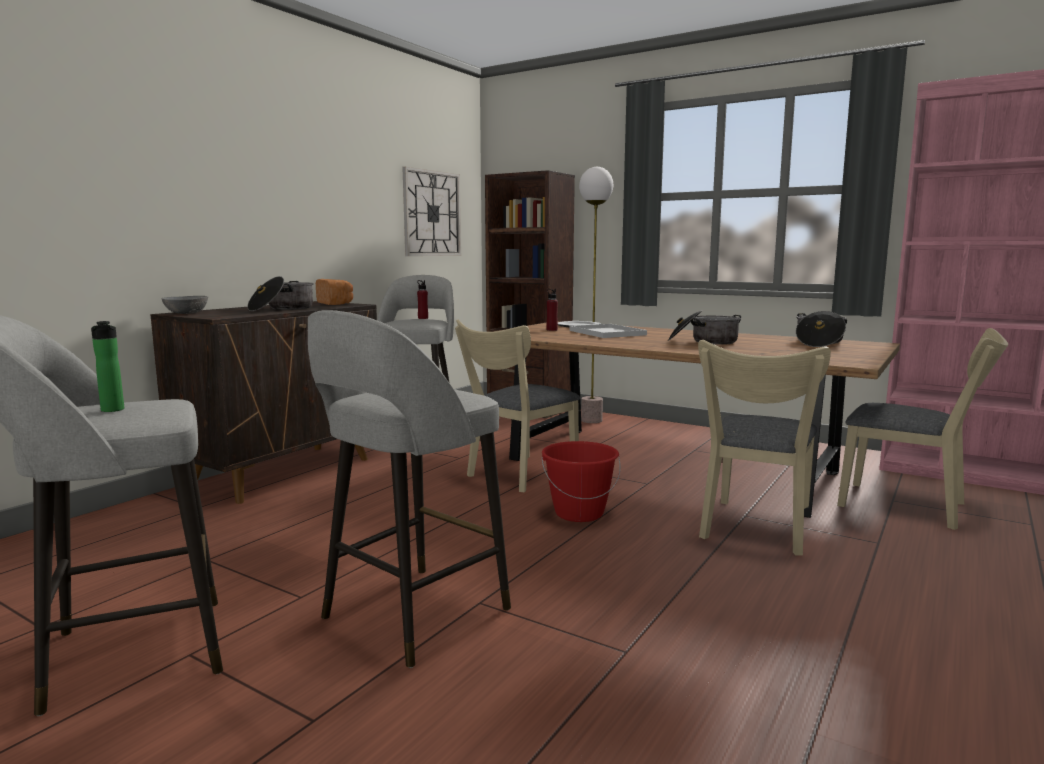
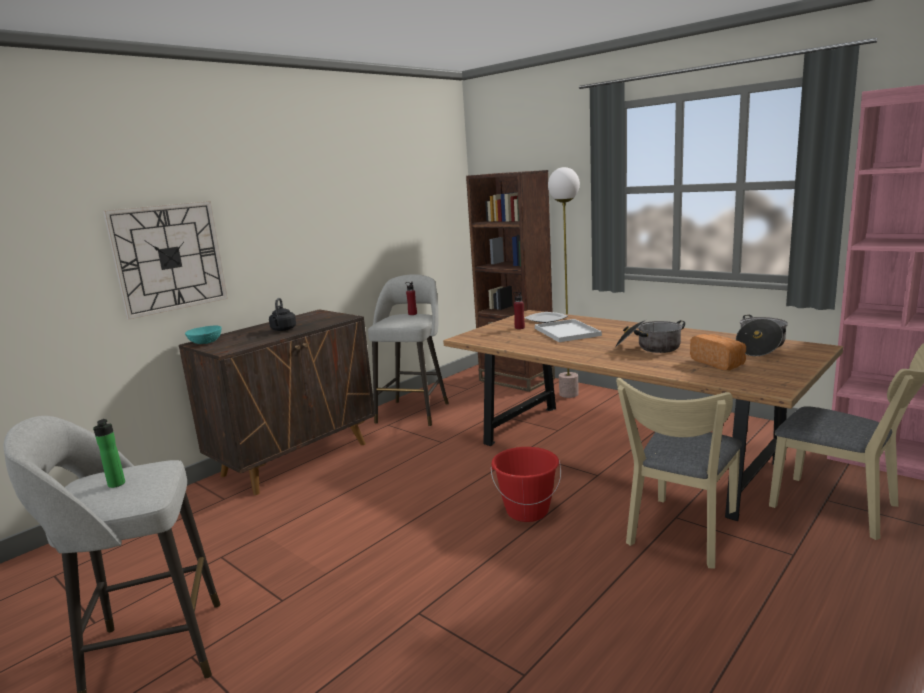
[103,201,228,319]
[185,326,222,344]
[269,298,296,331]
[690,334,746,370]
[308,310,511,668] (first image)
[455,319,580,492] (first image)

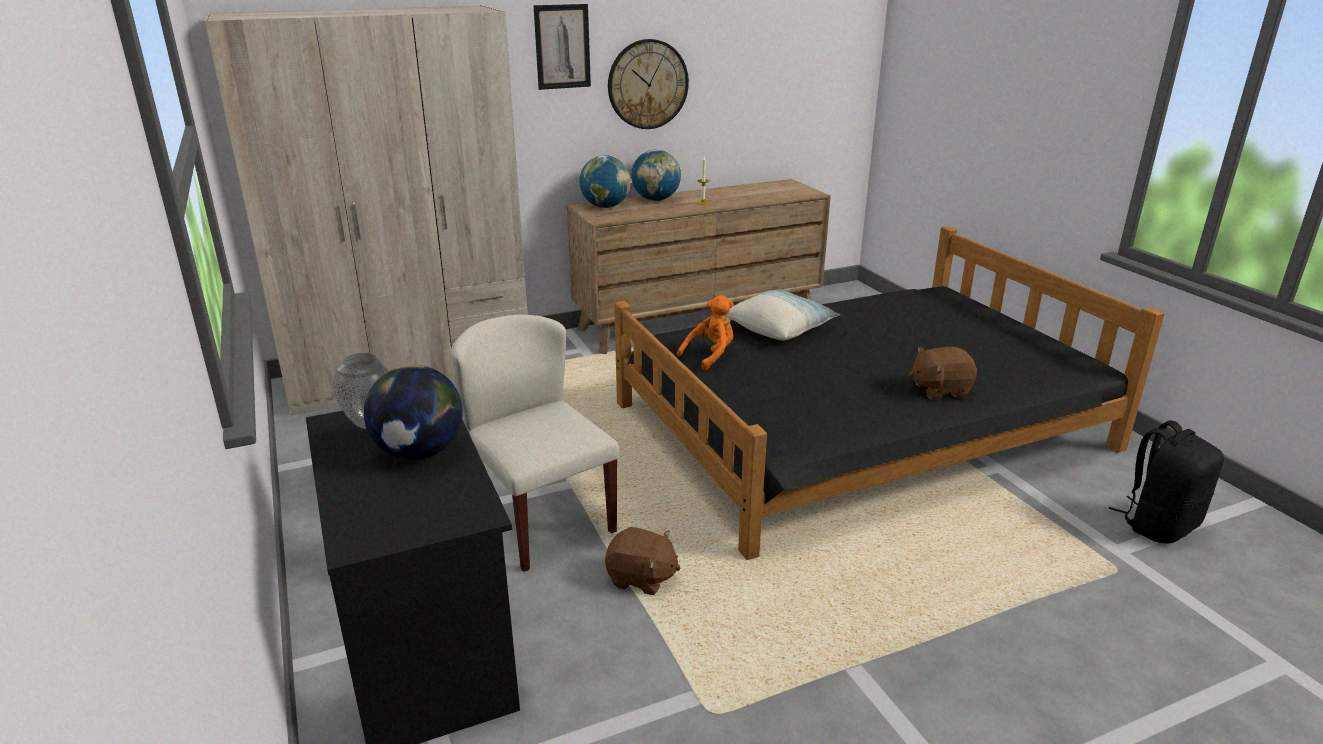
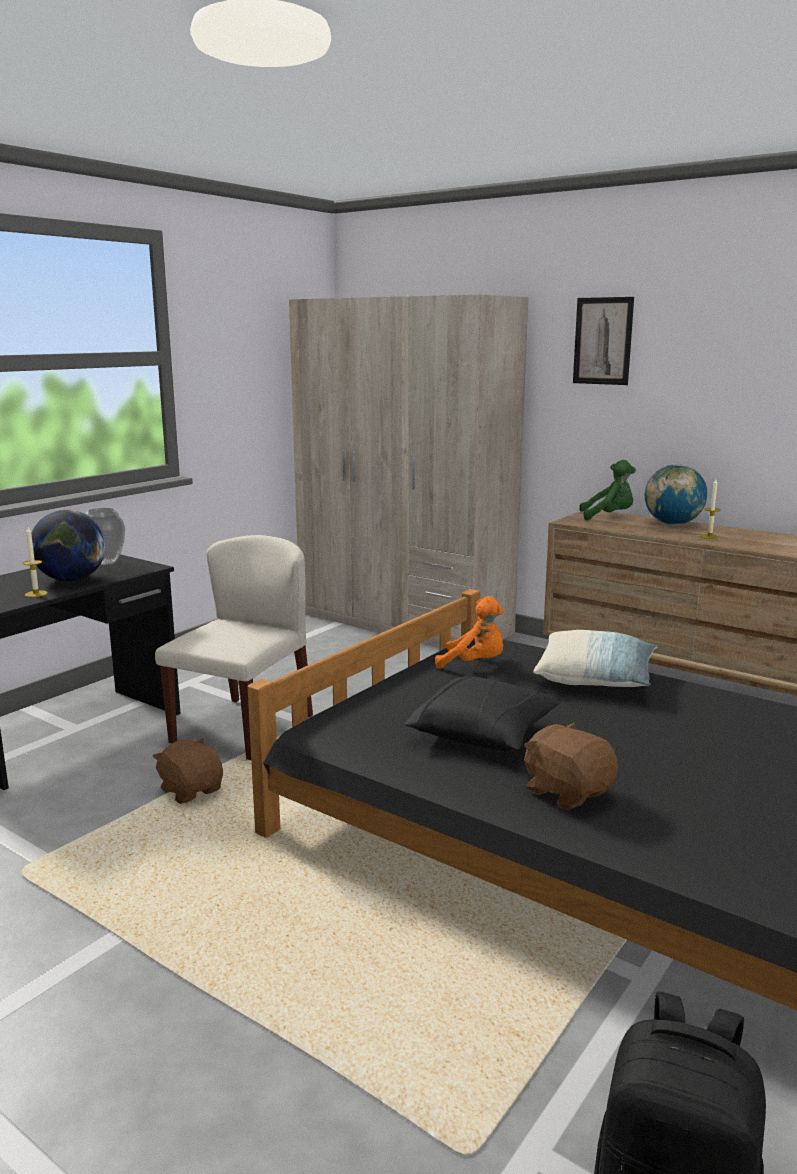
[23,527,48,597]
[152,738,223,804]
[405,676,560,751]
[579,460,636,521]
[608,39,689,129] (first image)

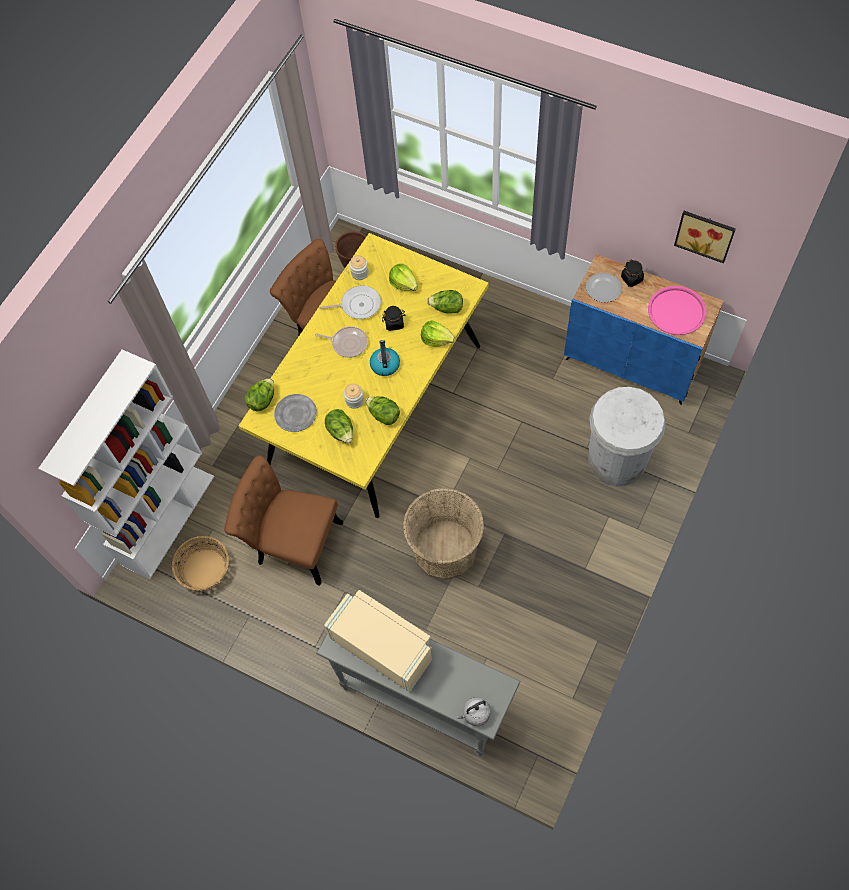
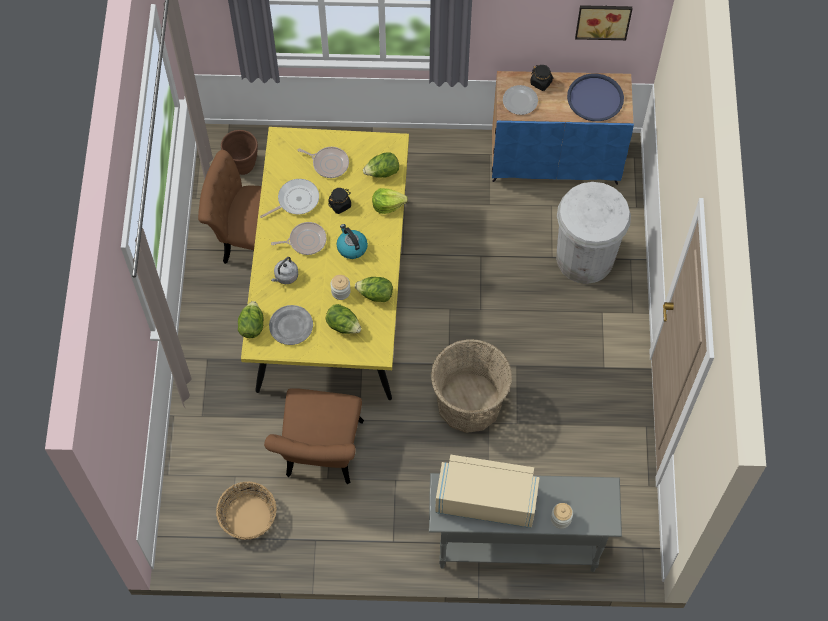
[264,388,364,484]
[271,257,298,284]
[298,147,349,178]
[551,503,573,529]
[567,74,624,121]
[38,350,214,580] (first image)

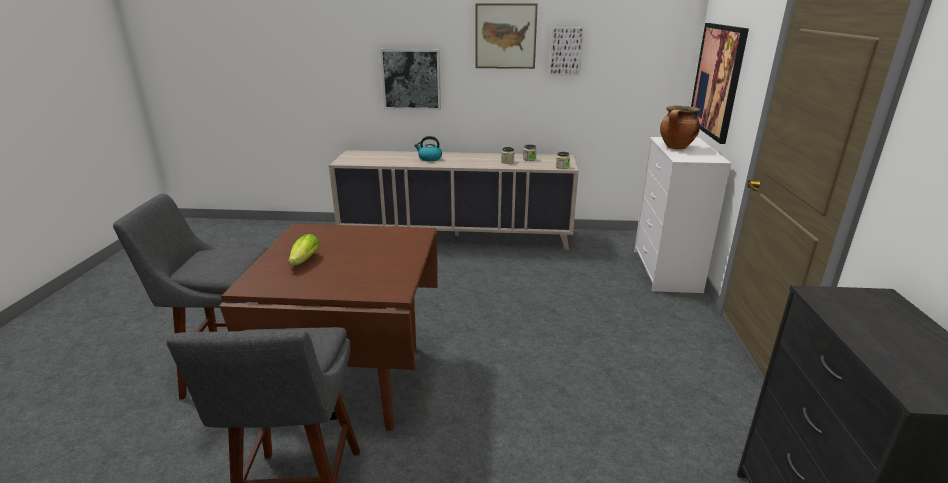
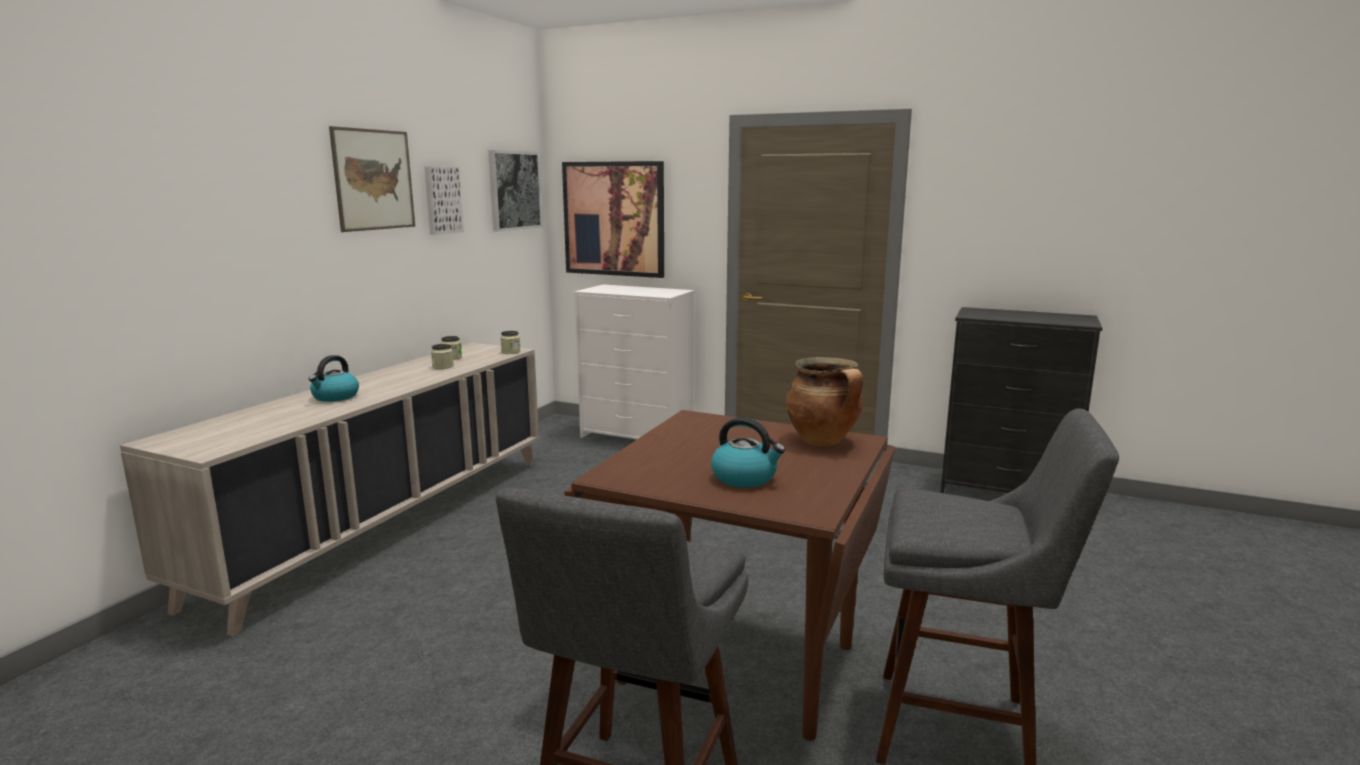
[488,150,543,232]
[711,417,785,488]
[786,357,863,446]

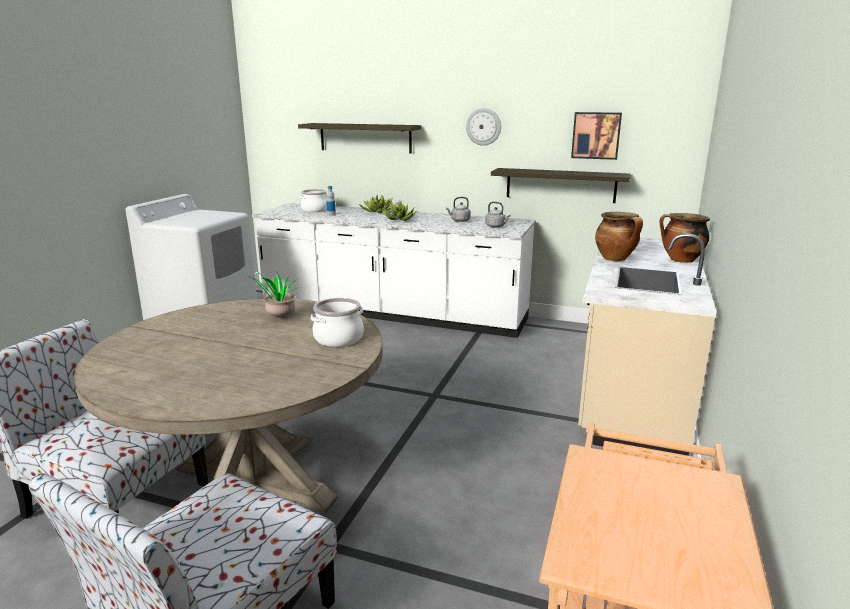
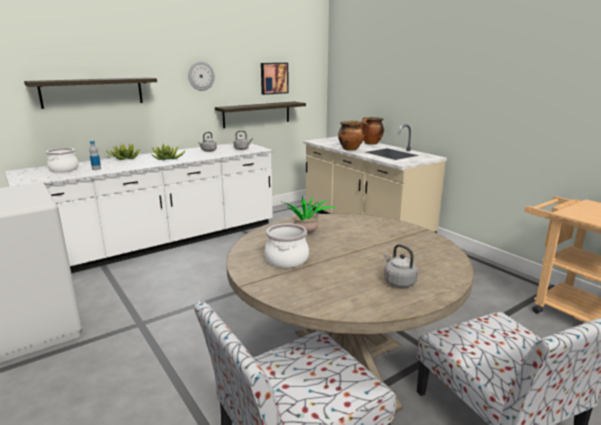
[265,223,309,268]
[384,244,418,288]

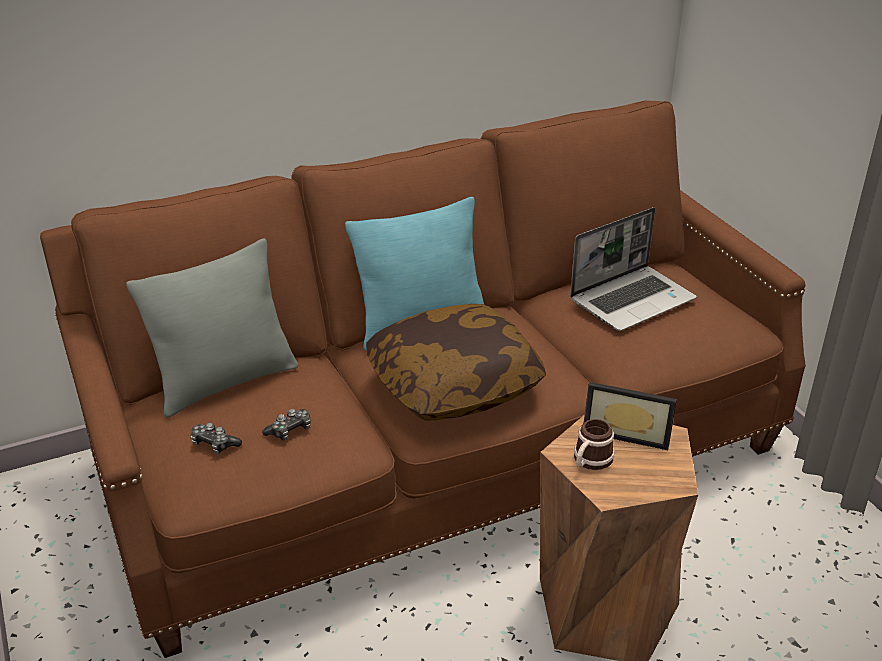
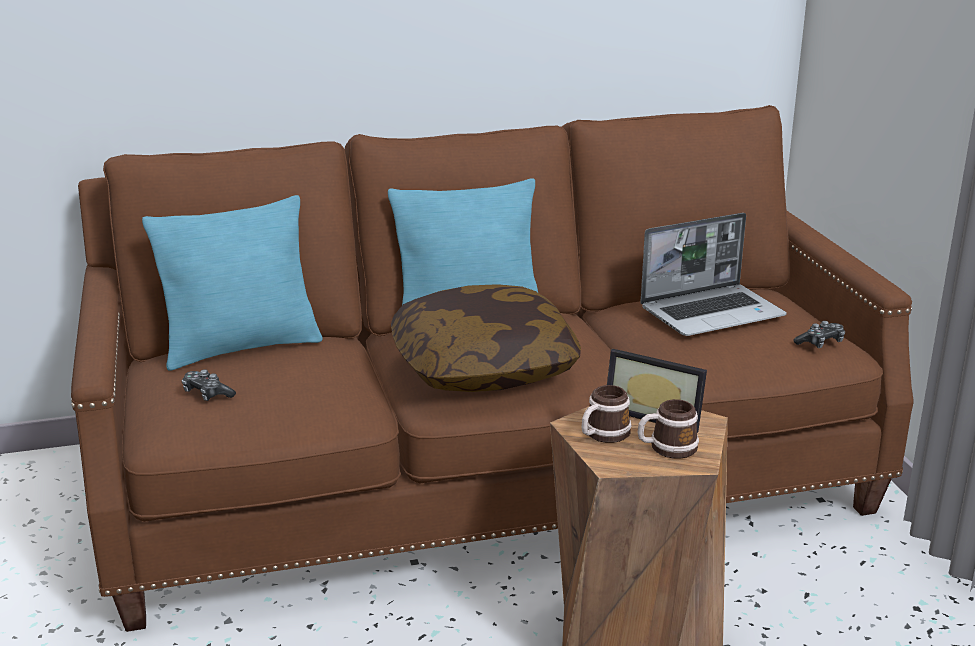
[142,195,322,371]
[637,399,699,459]
[793,321,845,348]

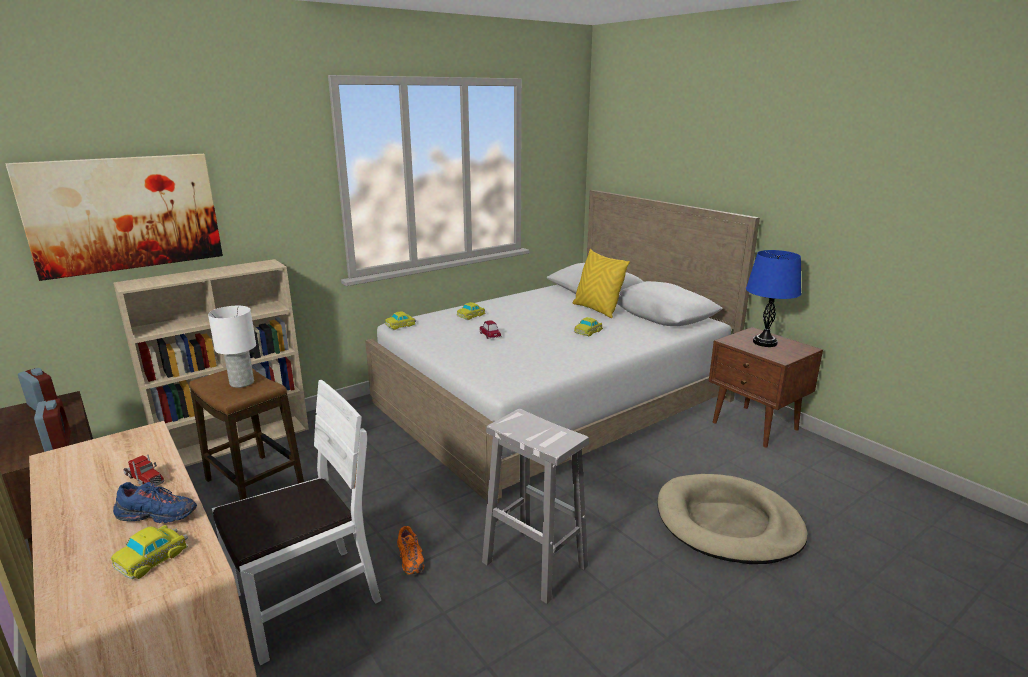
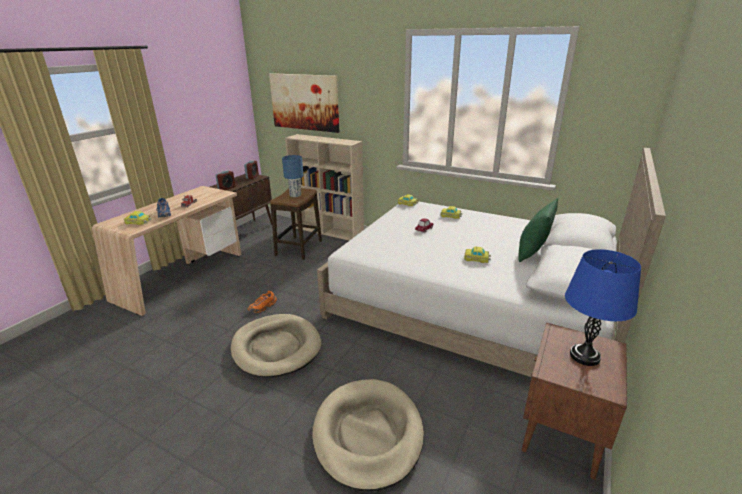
[231,314,321,377]
[282,155,304,197]
[518,198,558,262]
[212,380,381,665] (first image)

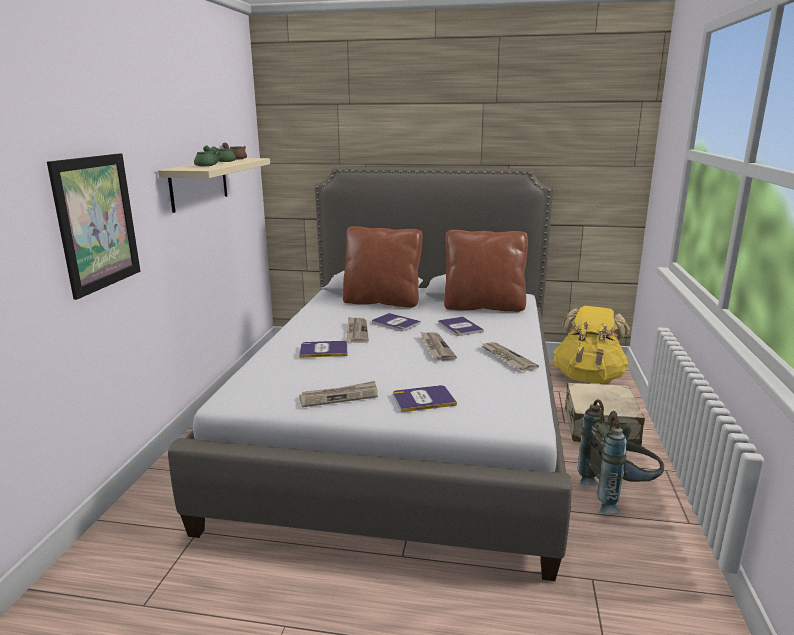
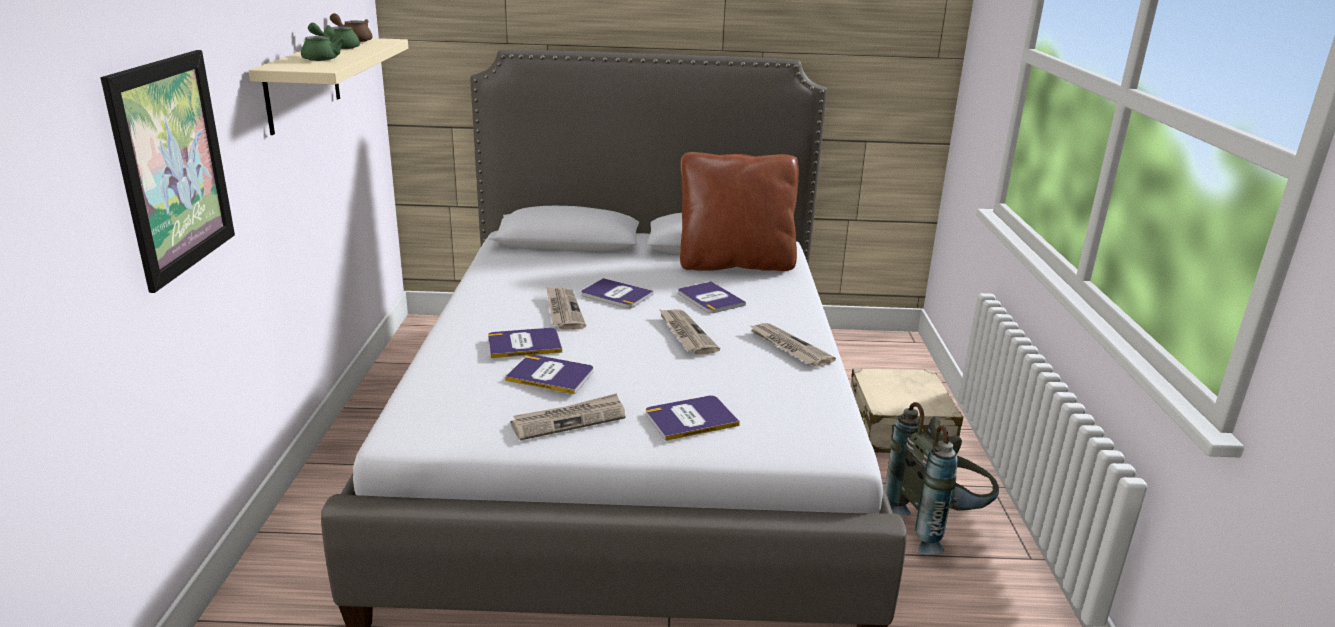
[505,355,593,394]
[342,226,423,308] (first image)
[553,306,630,383] (first image)

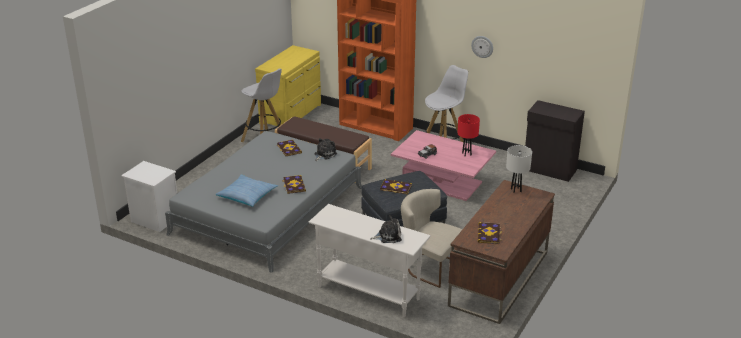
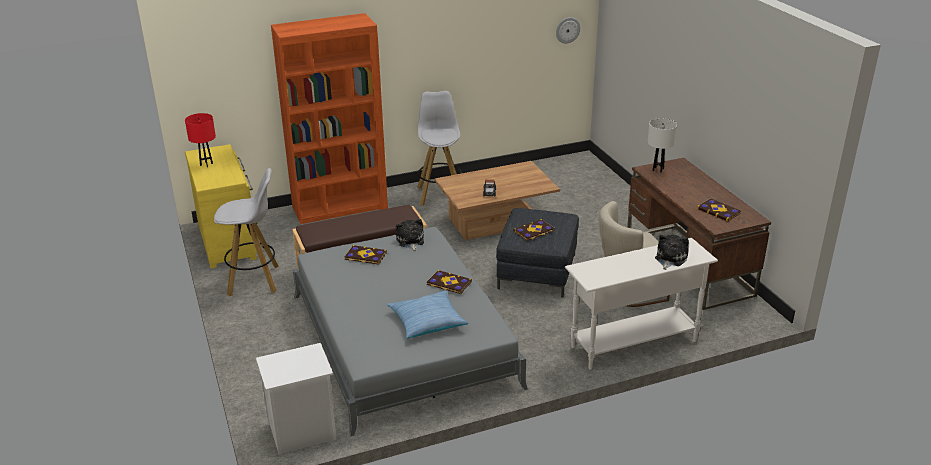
[185,113,216,167]
[435,161,560,240]
[556,17,580,44]
[525,100,585,182] (first image)

